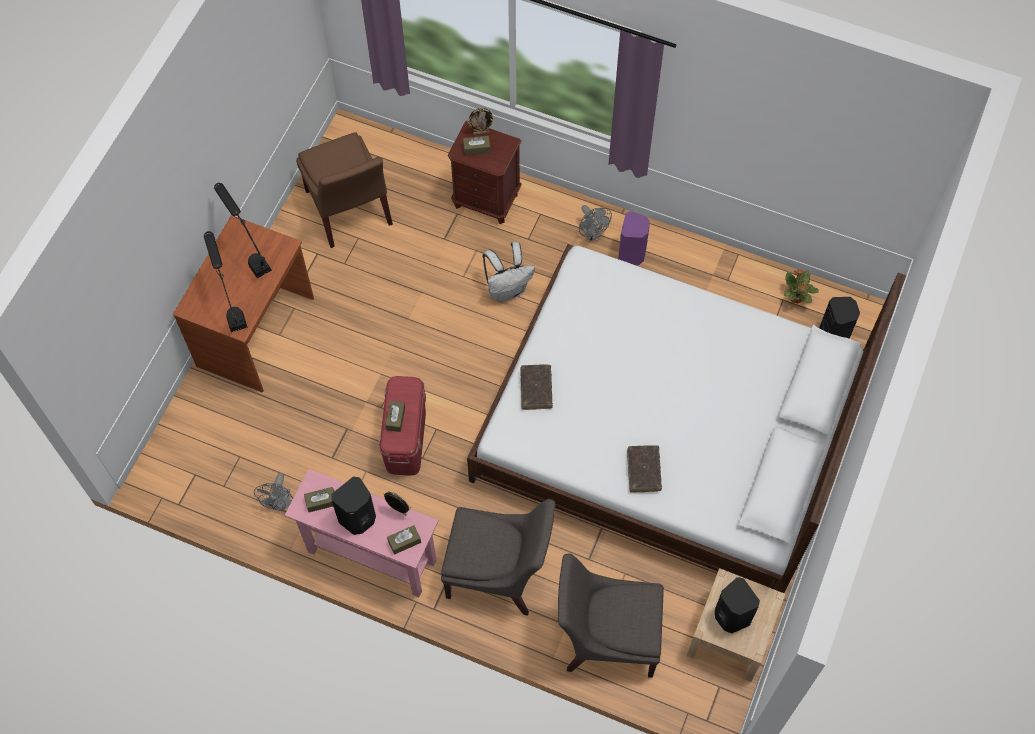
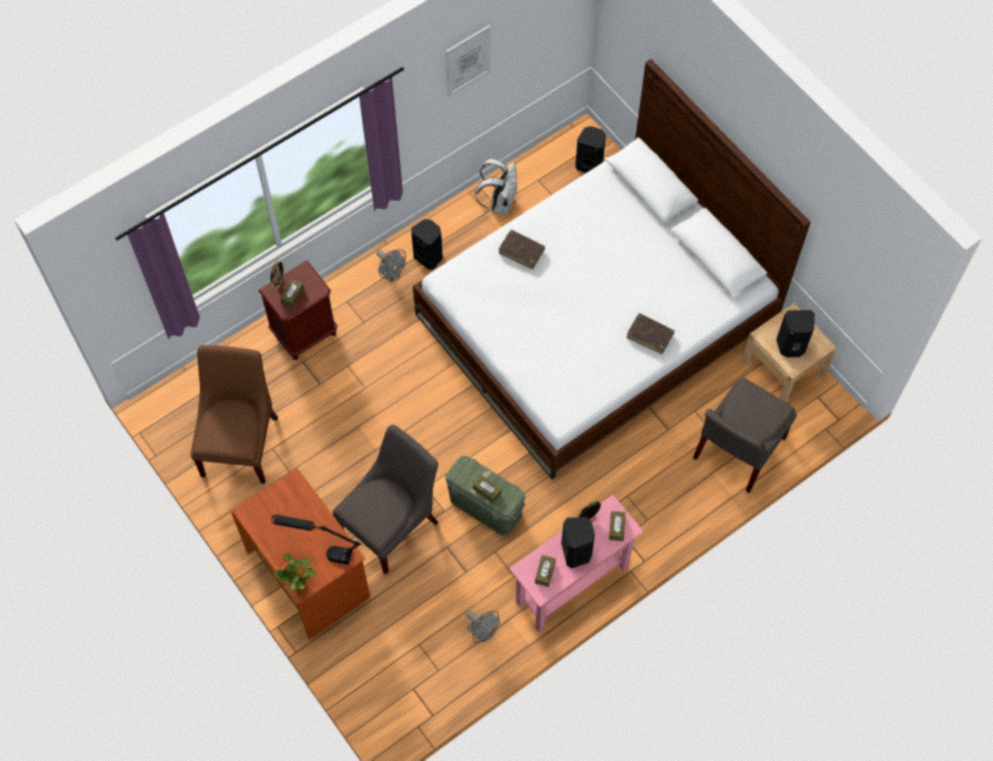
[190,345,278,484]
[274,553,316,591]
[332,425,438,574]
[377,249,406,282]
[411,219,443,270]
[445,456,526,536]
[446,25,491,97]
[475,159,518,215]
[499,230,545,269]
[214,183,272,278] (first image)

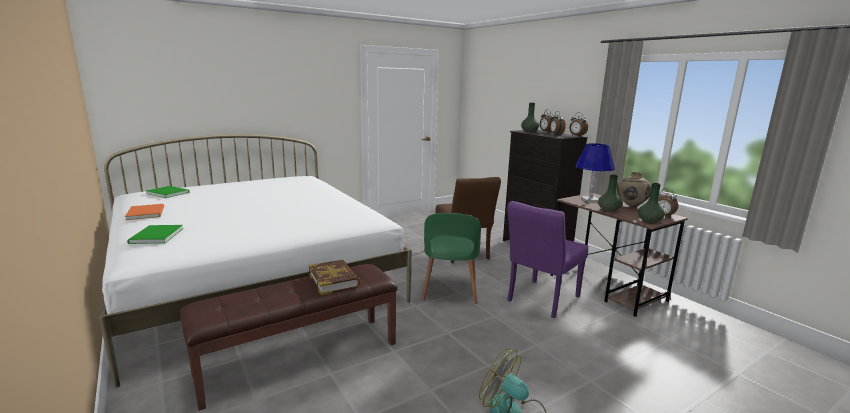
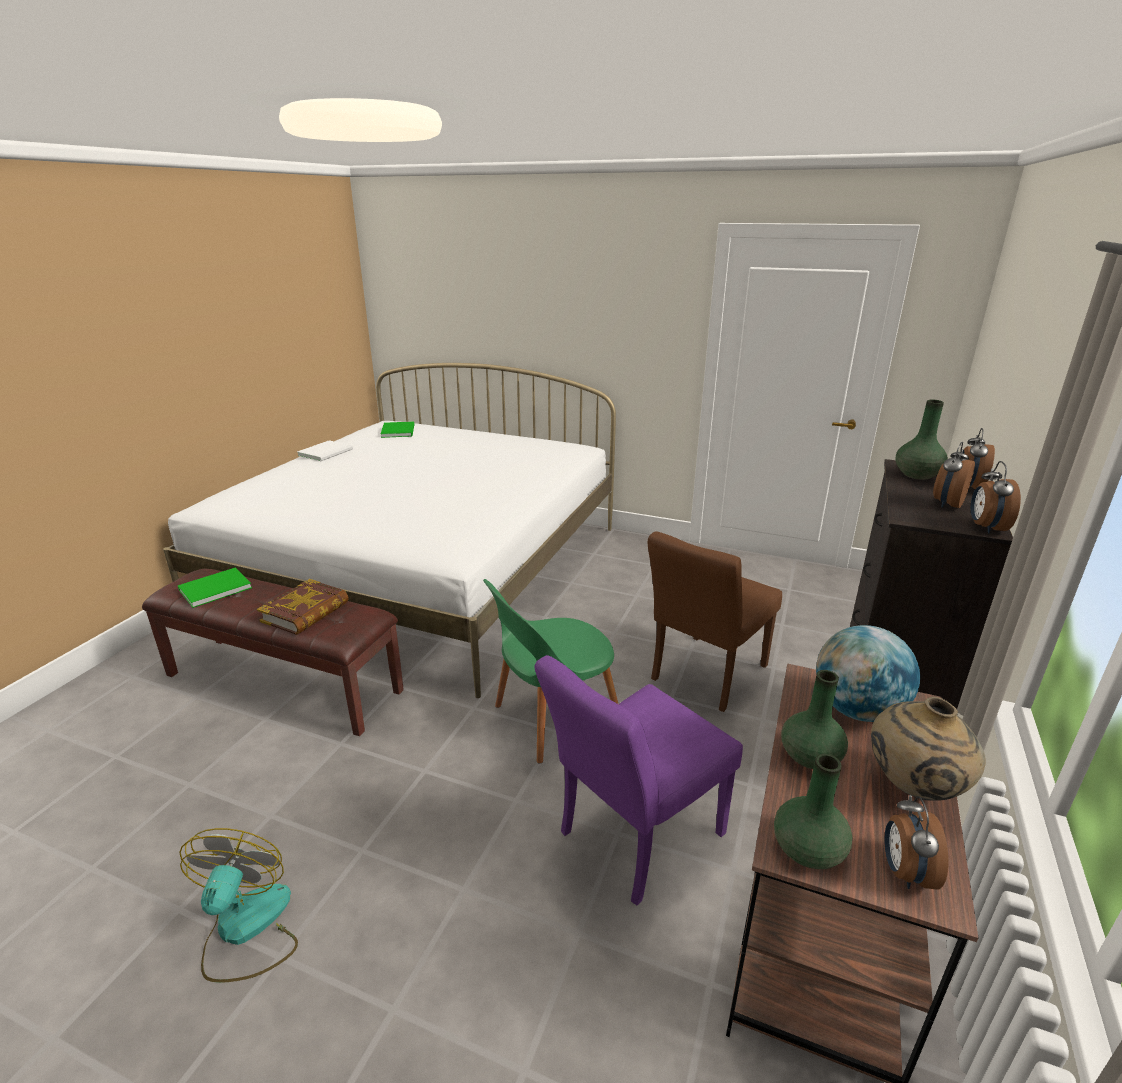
[178,567,252,608]
[297,440,353,461]
[534,655,743,906]
[816,625,920,722]

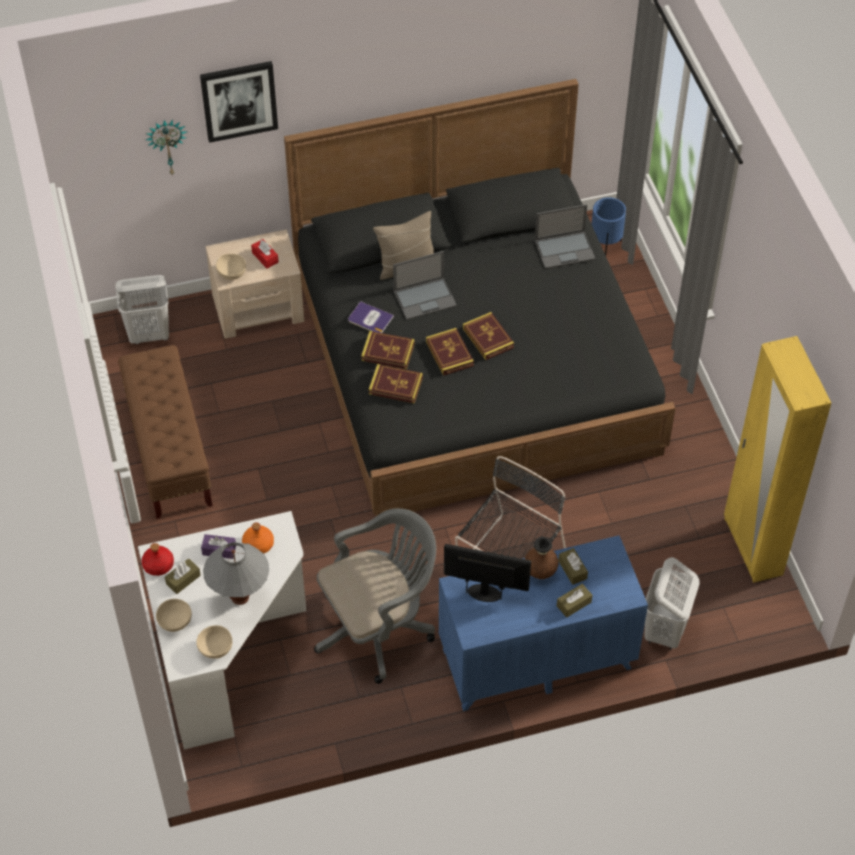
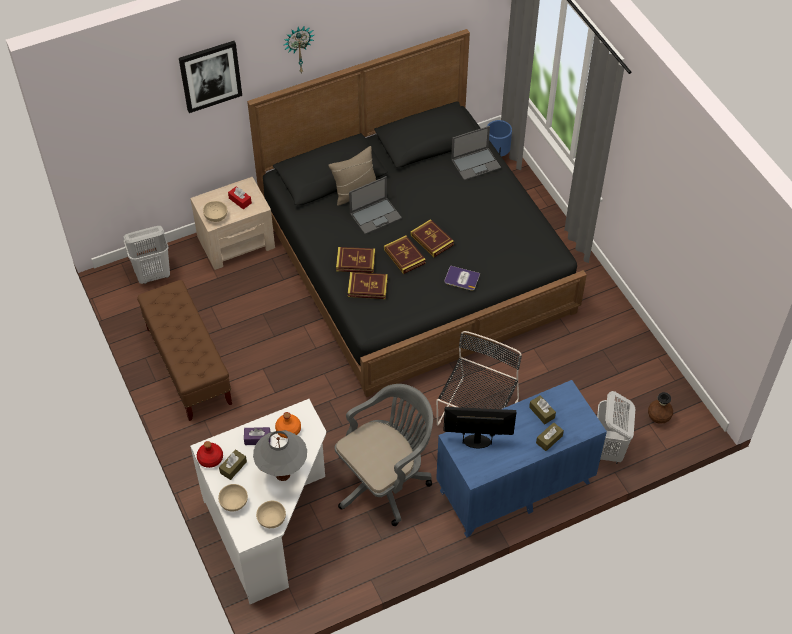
[284,25,314,74]
[444,266,480,291]
[648,392,673,424]
[724,336,831,583] (first image)

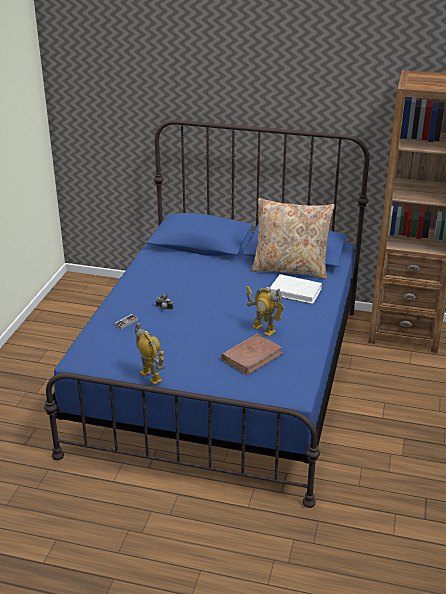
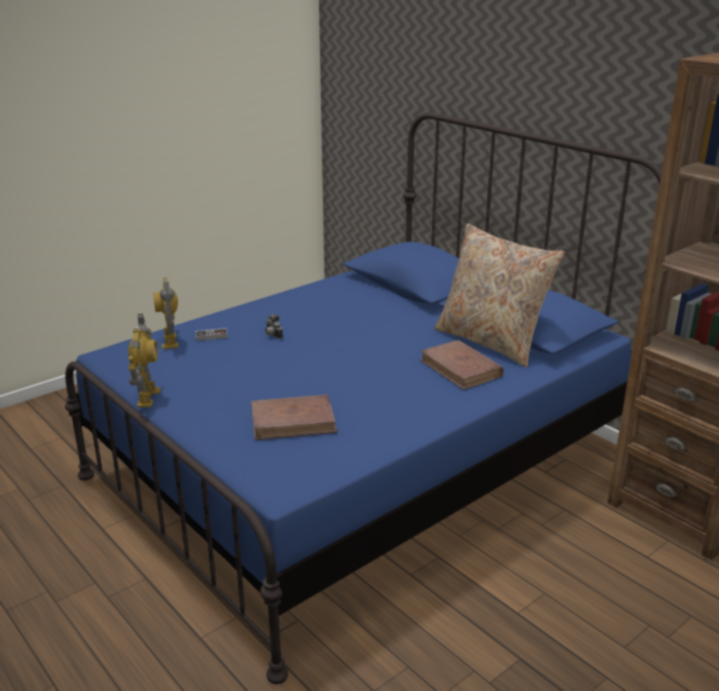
[153,277,179,349]
[420,340,504,390]

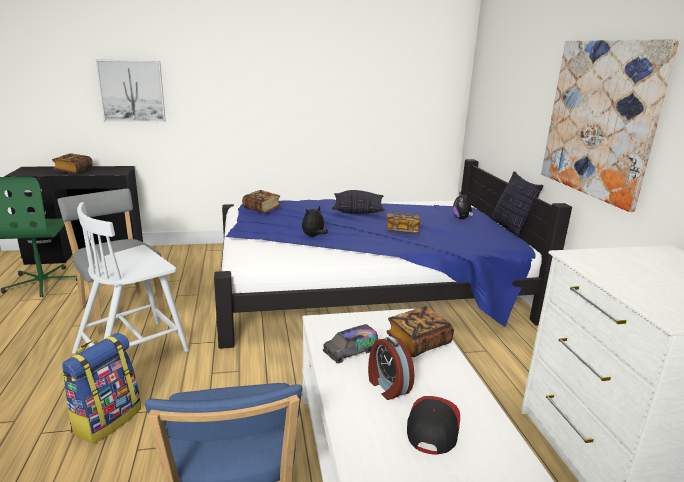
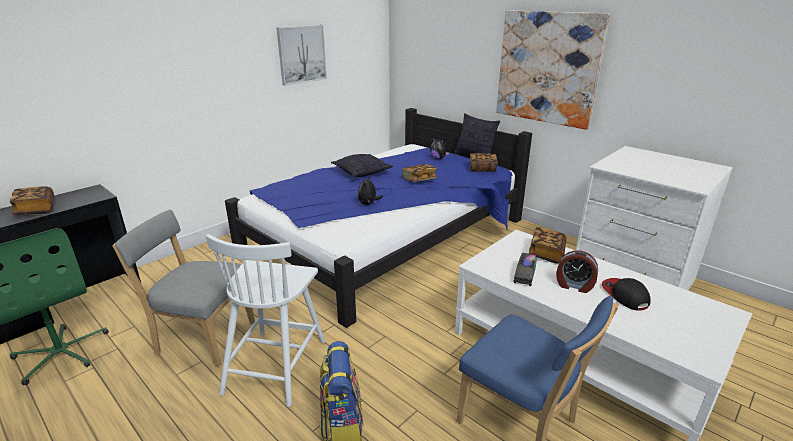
[277,25,327,86]
[470,153,498,172]

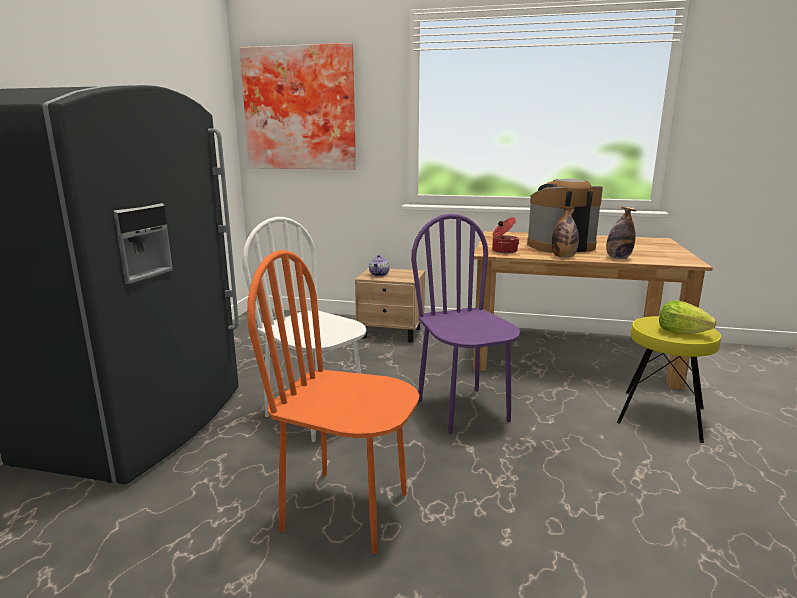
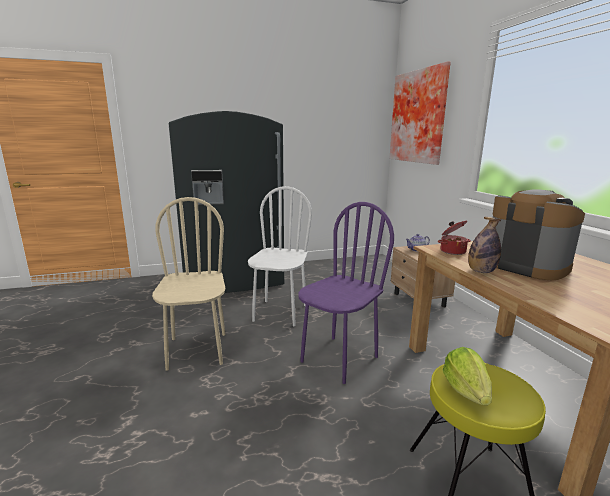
[152,197,225,371]
[606,206,636,259] (first image)

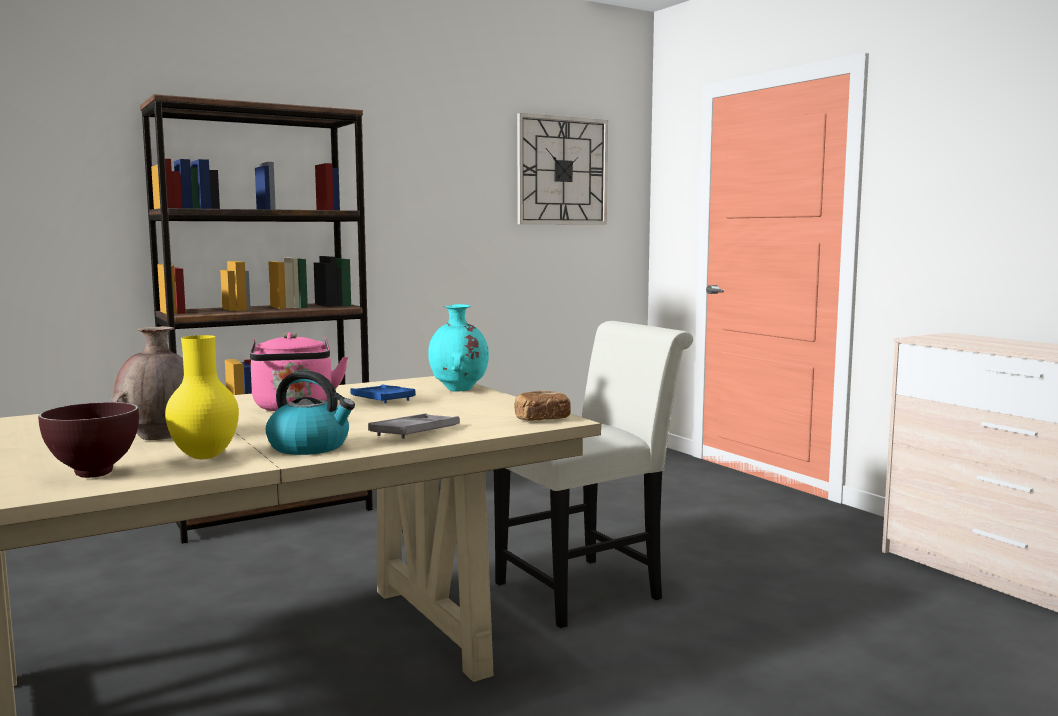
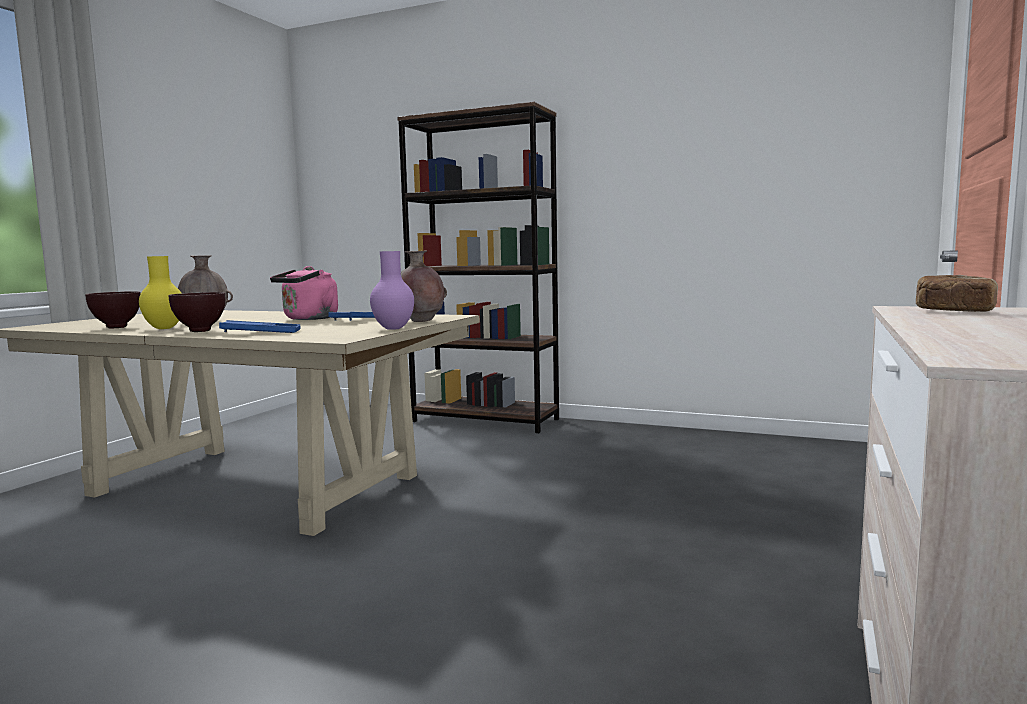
[168,292,225,332]
[219,320,301,333]
[370,251,414,330]
[401,250,447,322]
[916,275,998,312]
[494,321,693,628] (first image)
[517,113,608,225] (first image)

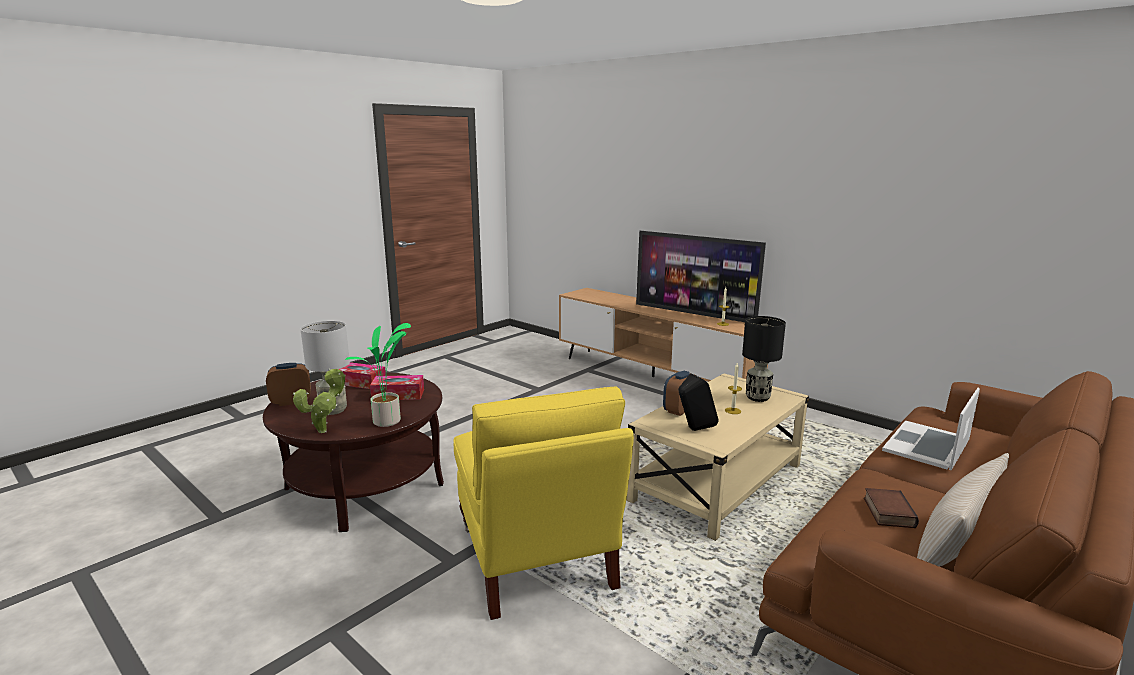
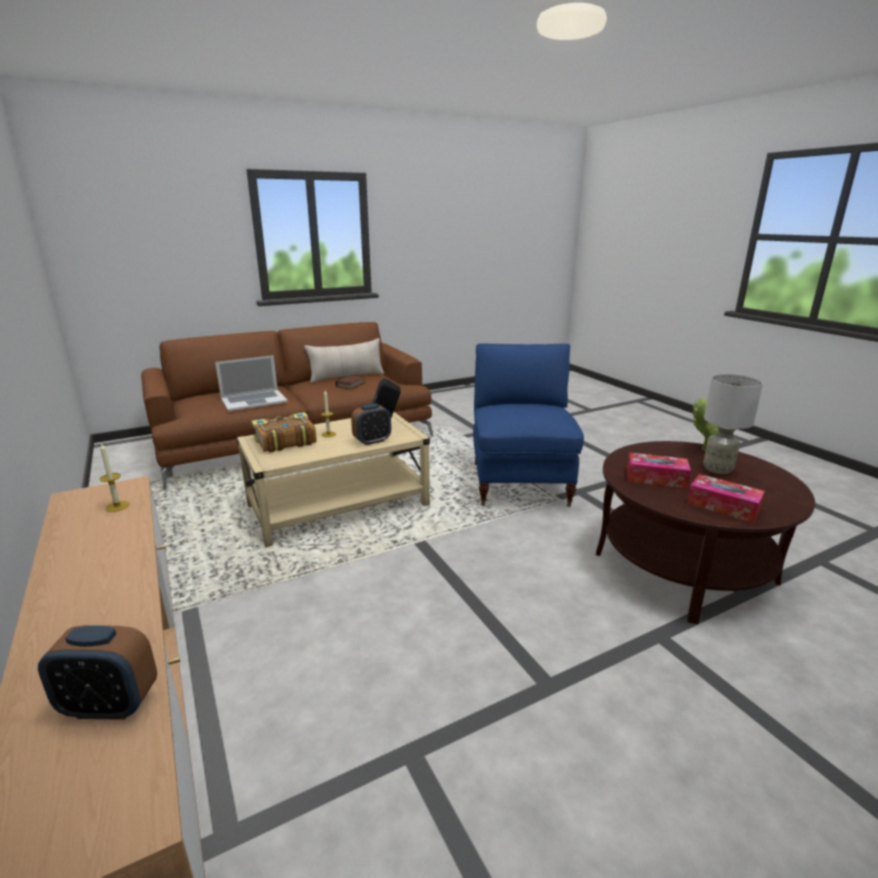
[38,625,157,720]
[252,412,317,452]
[473,344,584,507]
[345,323,411,427] (first image)
[636,231,766,322] (first image)

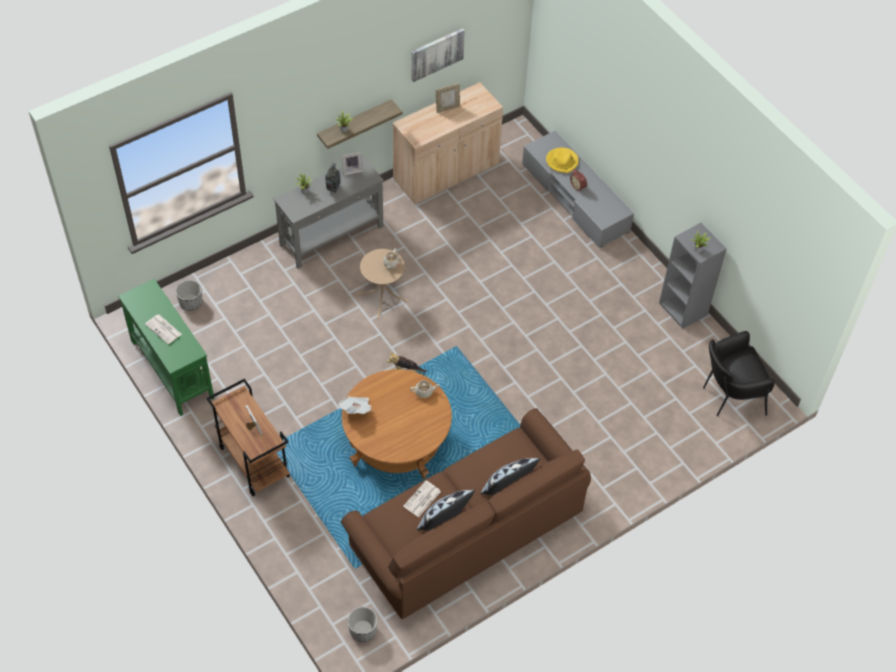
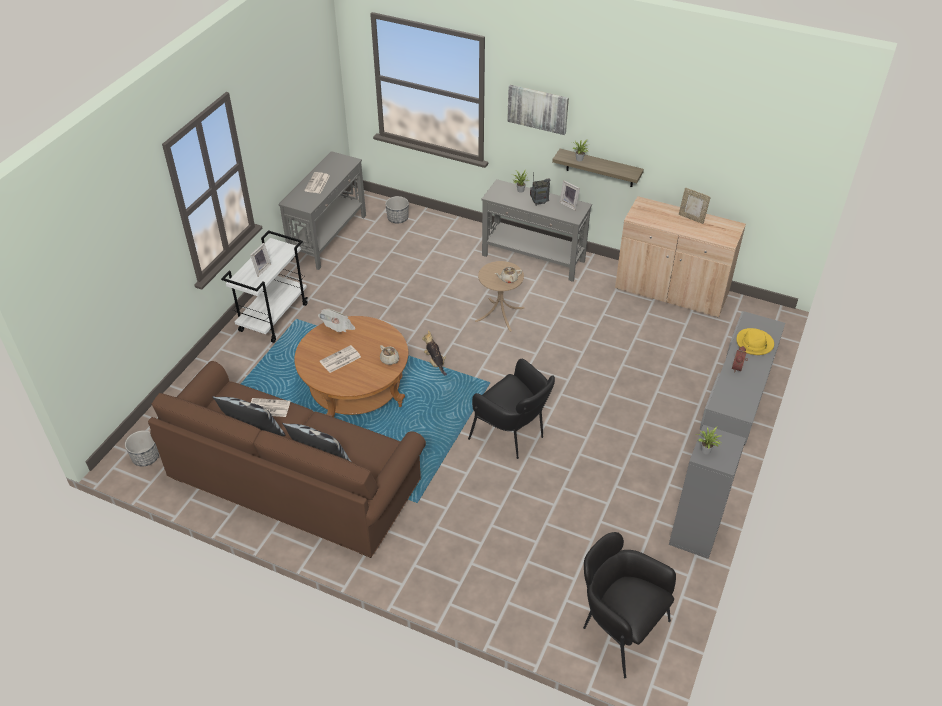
[221,230,308,343]
[278,151,366,270]
[320,345,361,373]
[468,359,555,459]
[507,85,569,135]

